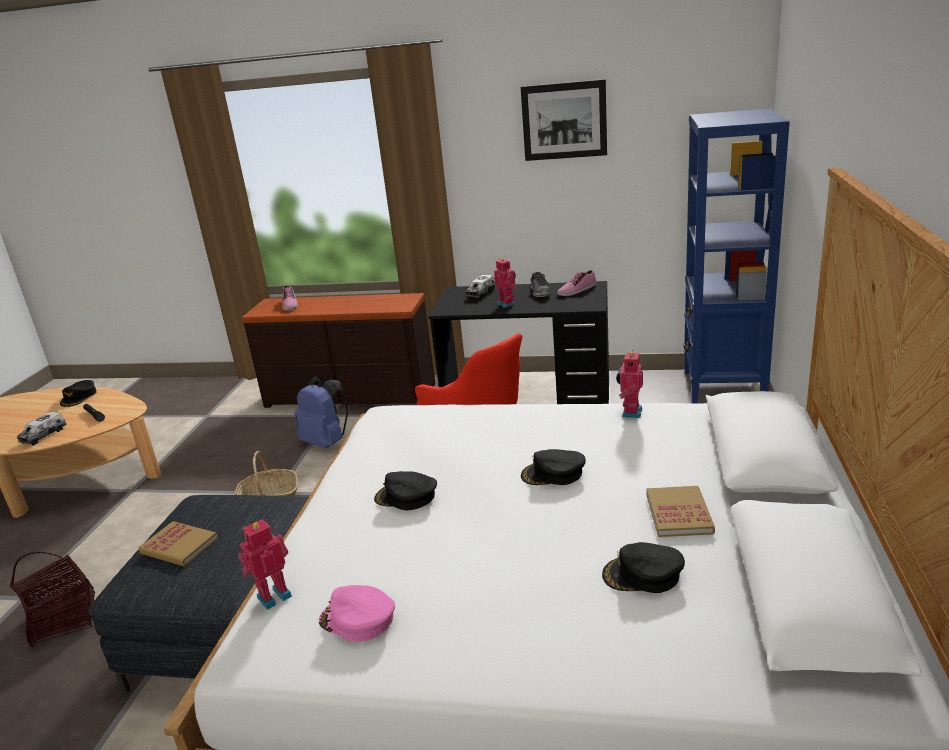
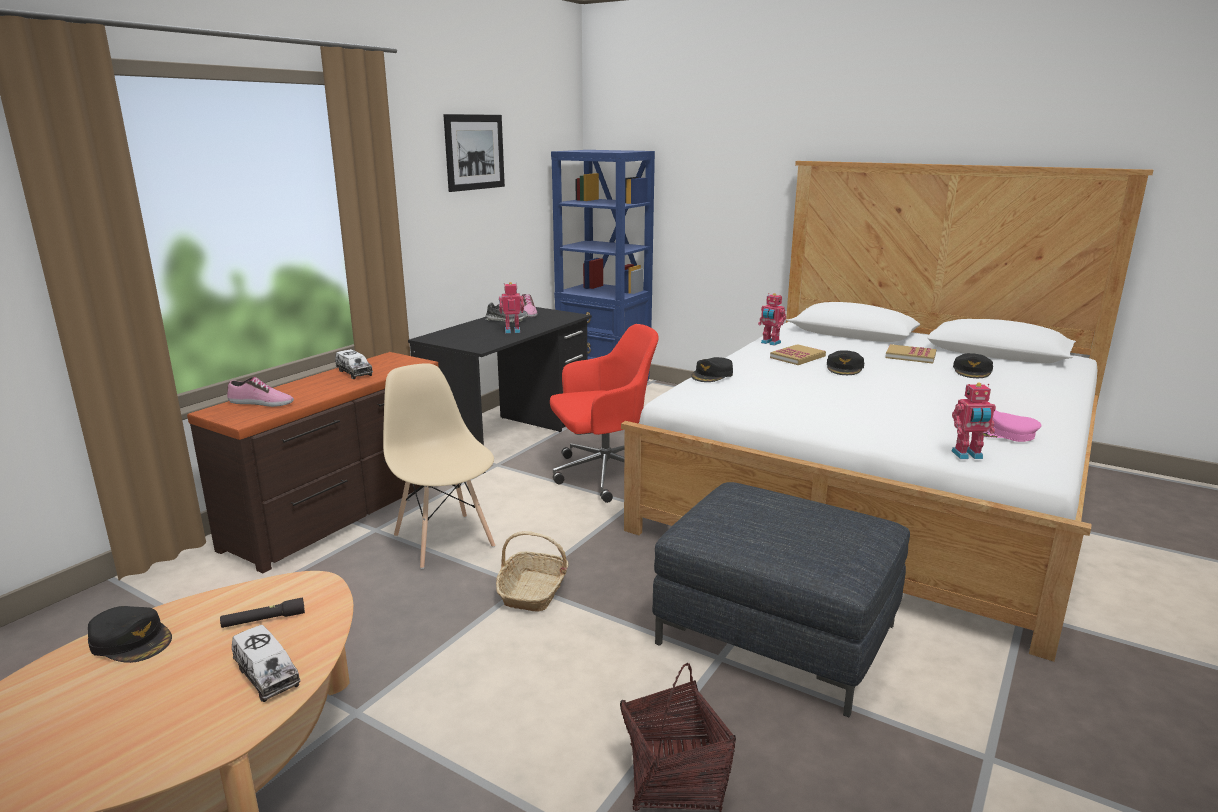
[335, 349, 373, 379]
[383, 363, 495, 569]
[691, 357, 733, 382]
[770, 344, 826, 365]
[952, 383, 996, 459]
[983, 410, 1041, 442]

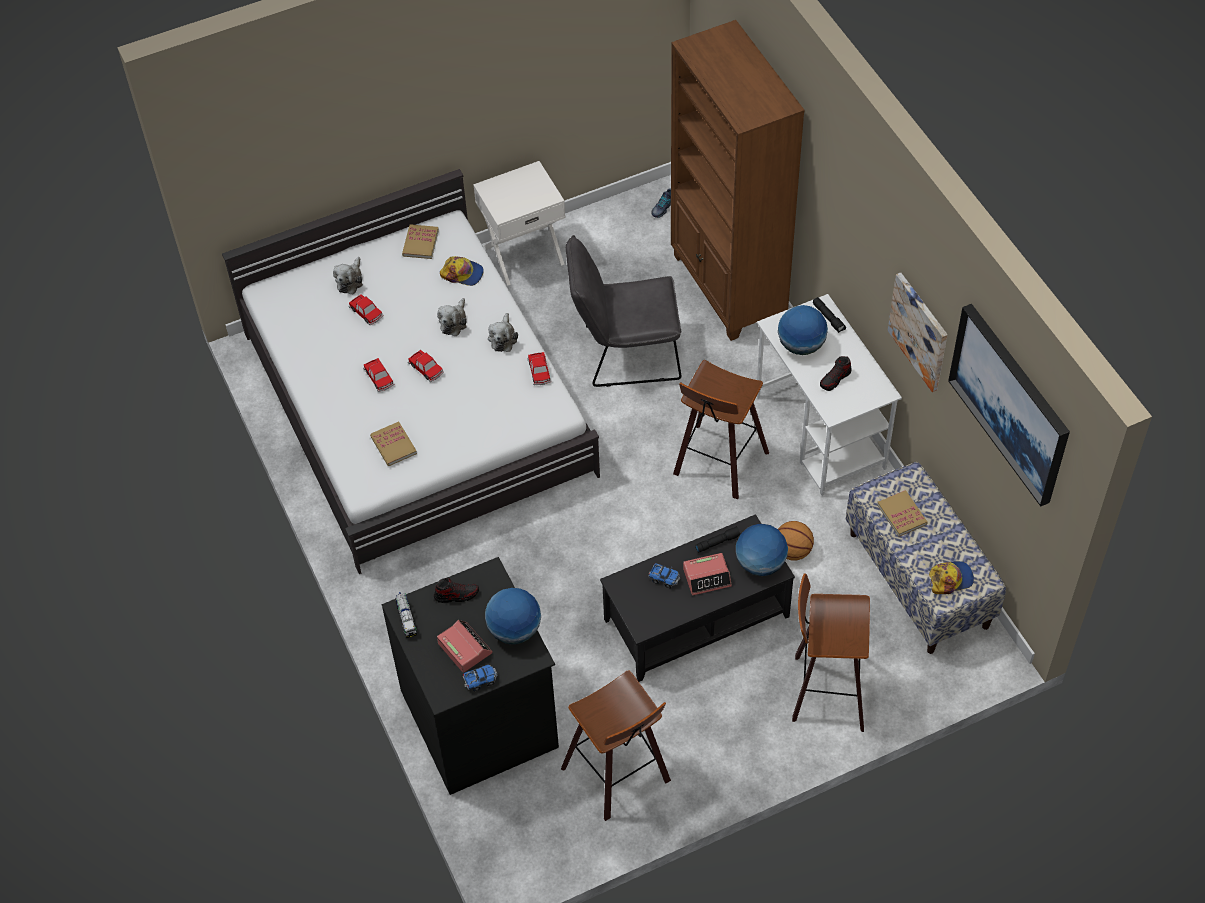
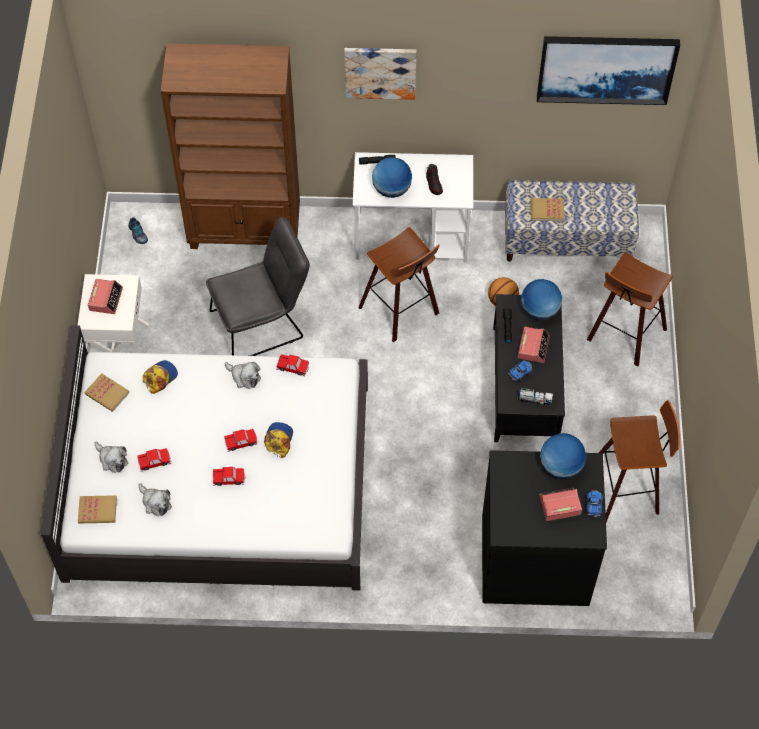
[78, 495, 117, 524]
[88, 279, 123, 314]
[138, 483, 172, 516]
[206, 216, 310, 356]
[264, 422, 293, 458]
[344, 48, 417, 100]
[517, 388, 554, 406]
[434, 578, 479, 603] (first image)

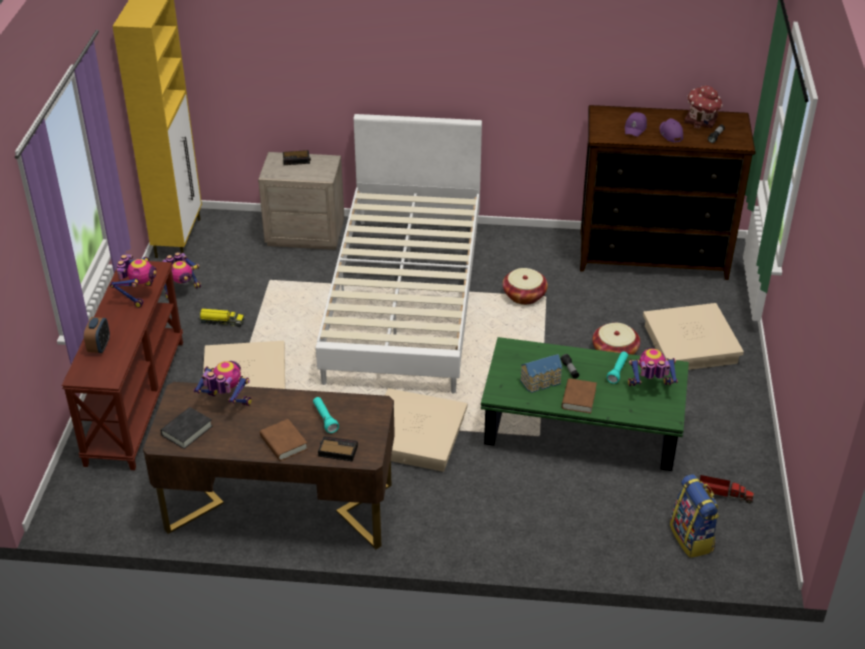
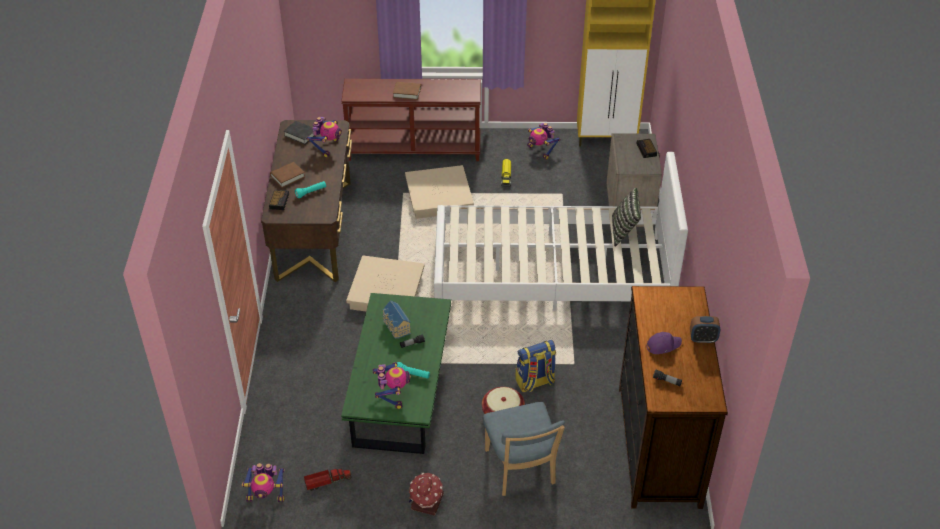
[242, 463, 285, 502]
[304, 467, 352, 491]
[393, 82, 421, 100]
[409, 473, 444, 515]
[483, 402, 565, 496]
[515, 340, 556, 392]
[612, 188, 641, 247]
[690, 316, 721, 343]
[503, 268, 548, 305] (first image)
[625, 112, 647, 137] (first image)

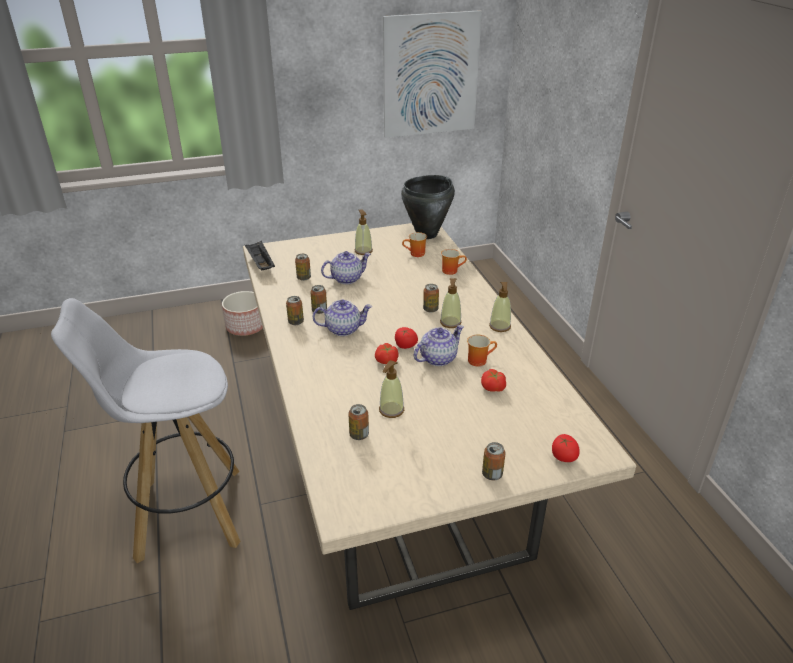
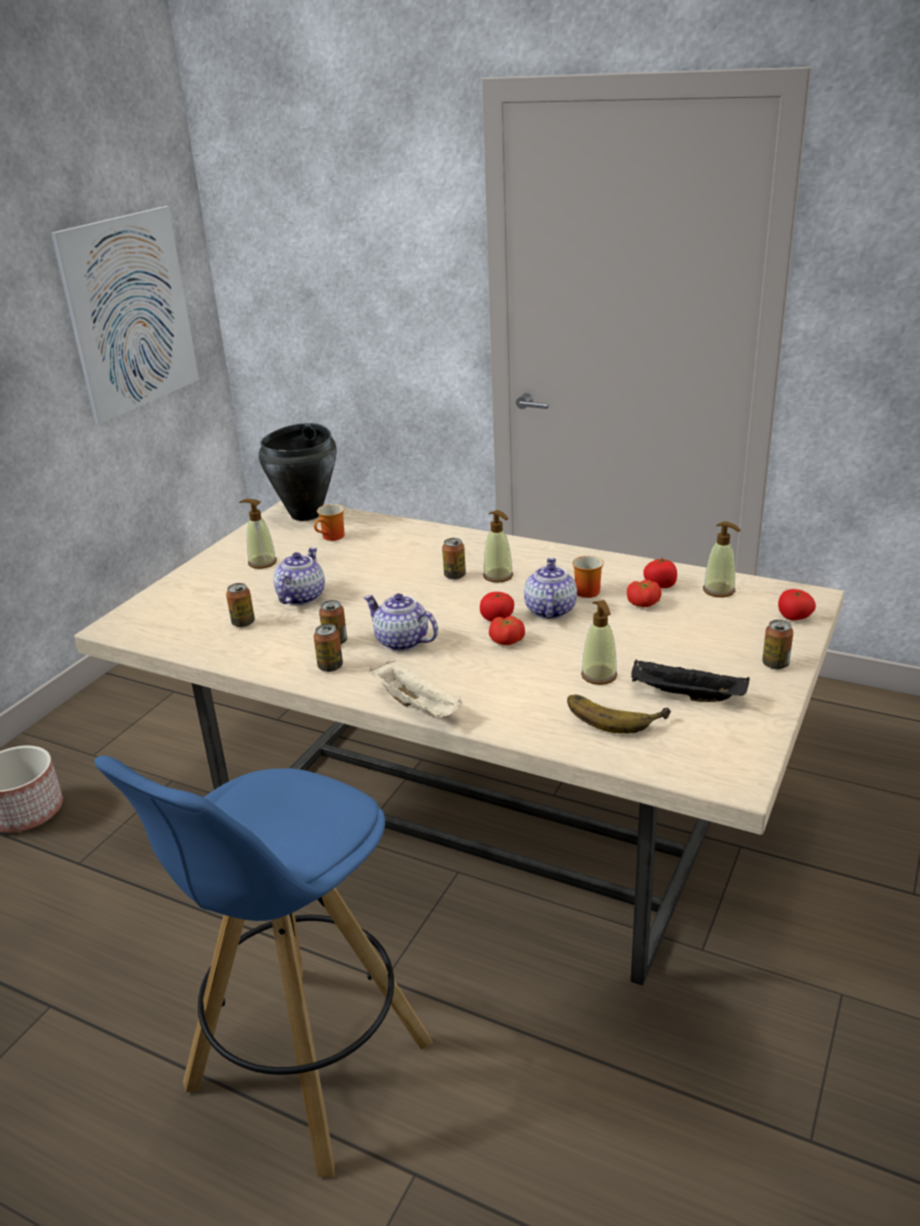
[94, 756, 433, 1177]
[364, 593, 438, 651]
[369, 661, 462, 718]
[567, 695, 671, 733]
[631, 659, 750, 702]
[643, 557, 677, 588]
[703, 522, 741, 597]
[441, 249, 467, 275] (first image)

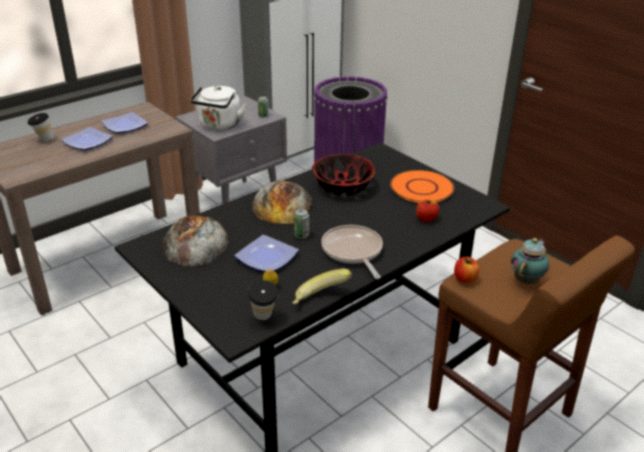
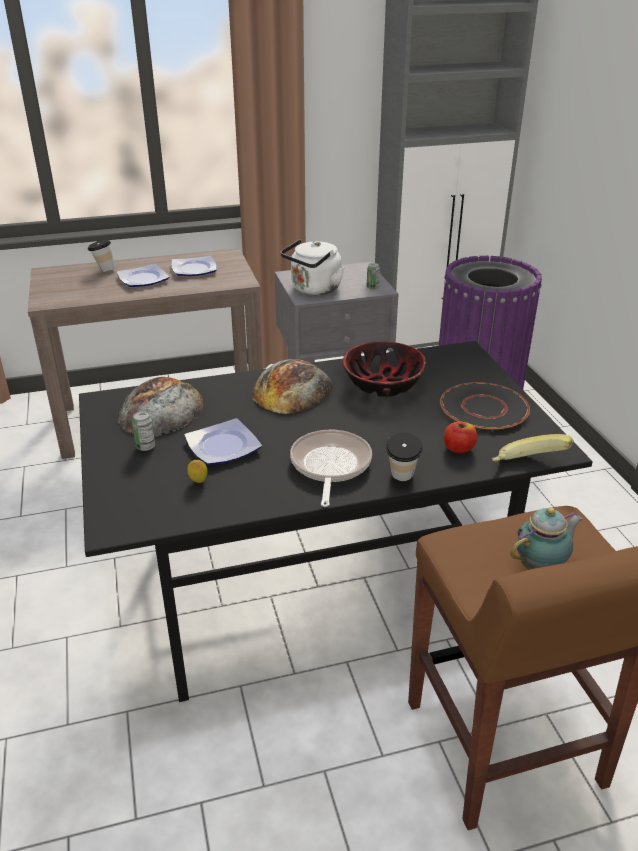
[132, 411, 156, 451]
[386, 433, 423, 481]
[440, 382, 530, 431]
[492, 434, 574, 462]
[454, 256, 479, 284] (first image)

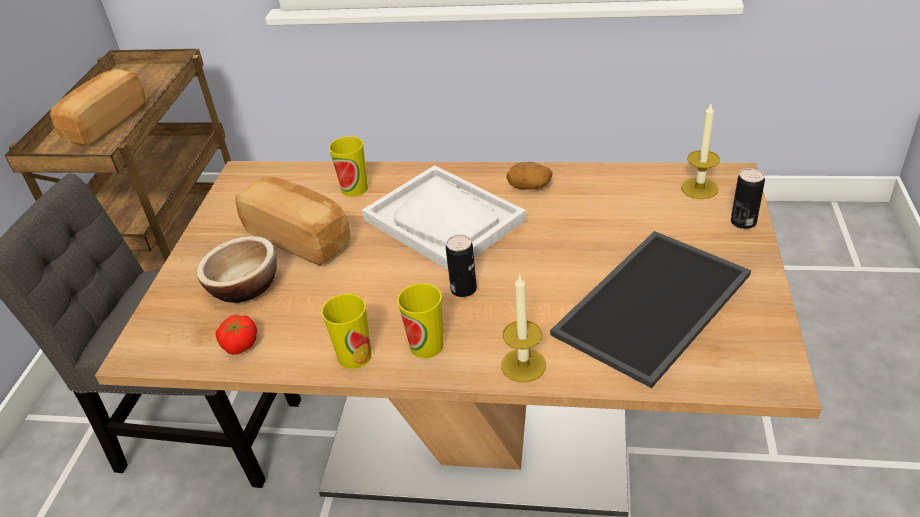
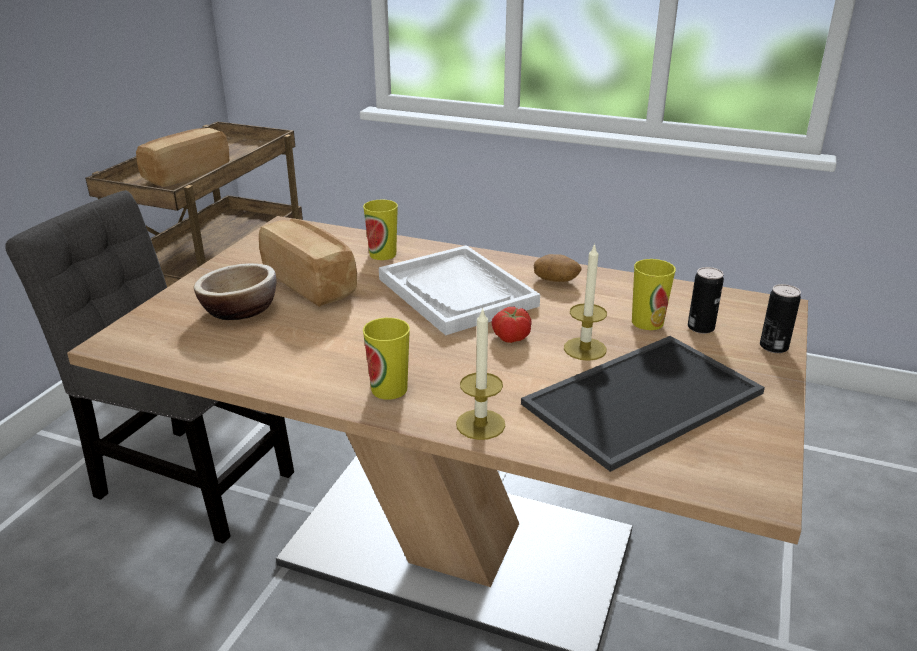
[491, 307, 532, 343]
[564, 243, 607, 361]
[632, 259, 676, 330]
[688, 267, 724, 334]

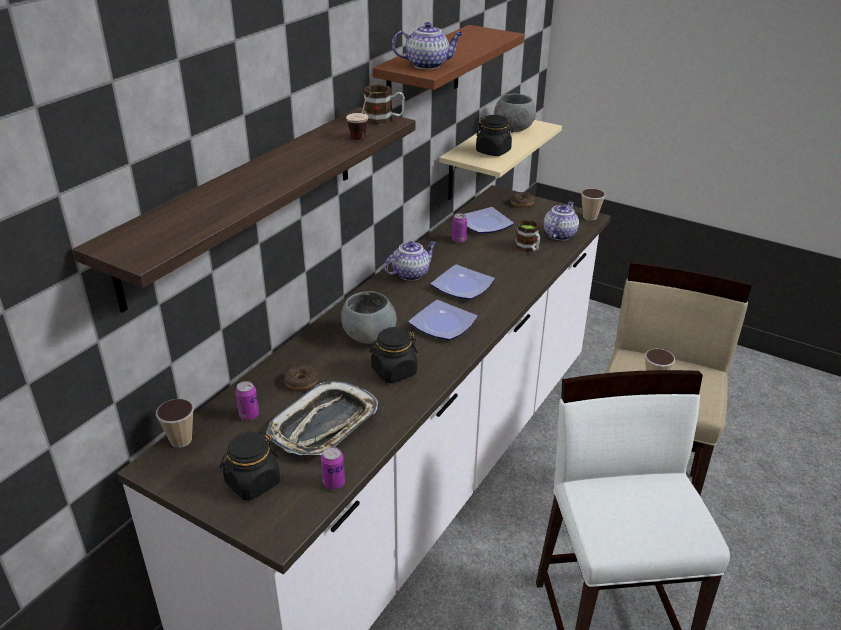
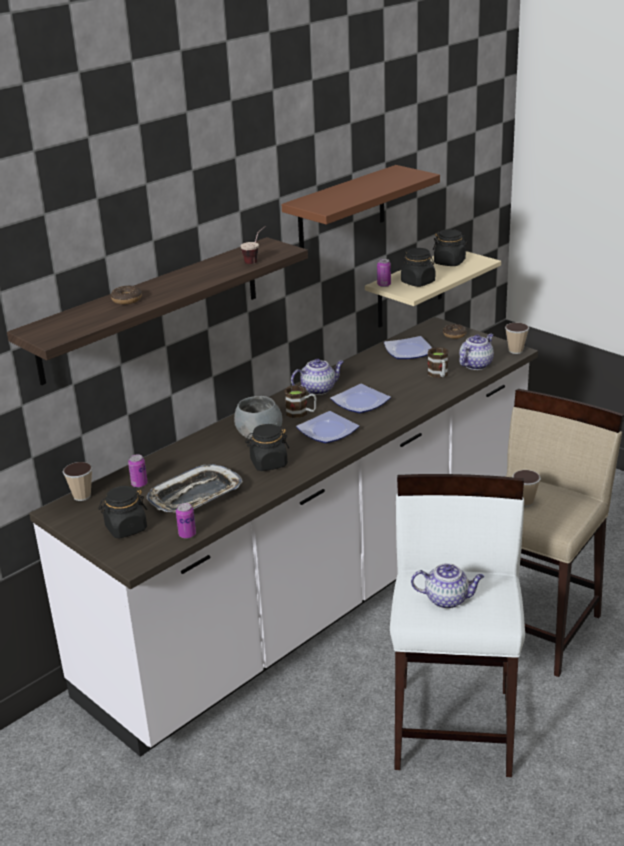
[111, 286, 142, 304]
[285, 385, 317, 418]
[377, 259, 391, 287]
[411, 563, 484, 609]
[433, 229, 468, 266]

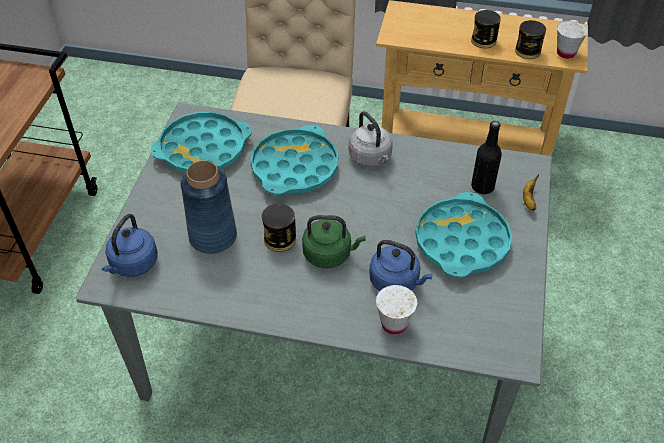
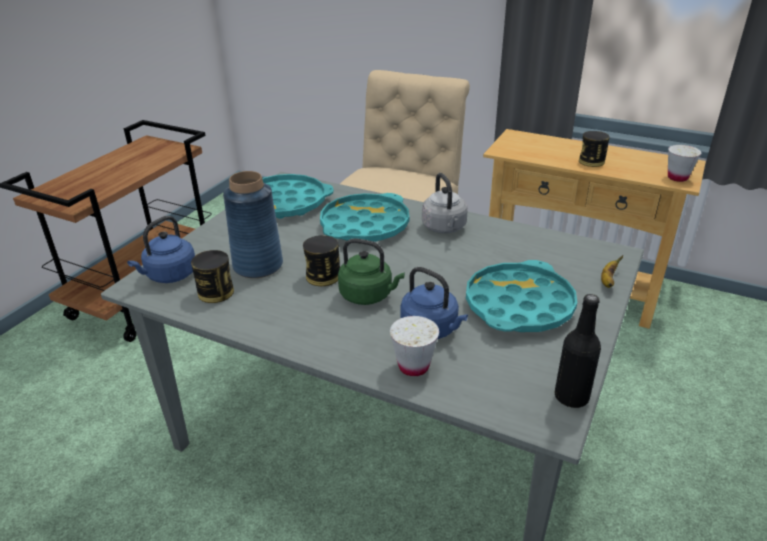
[191, 250, 234, 303]
[555, 294, 601, 408]

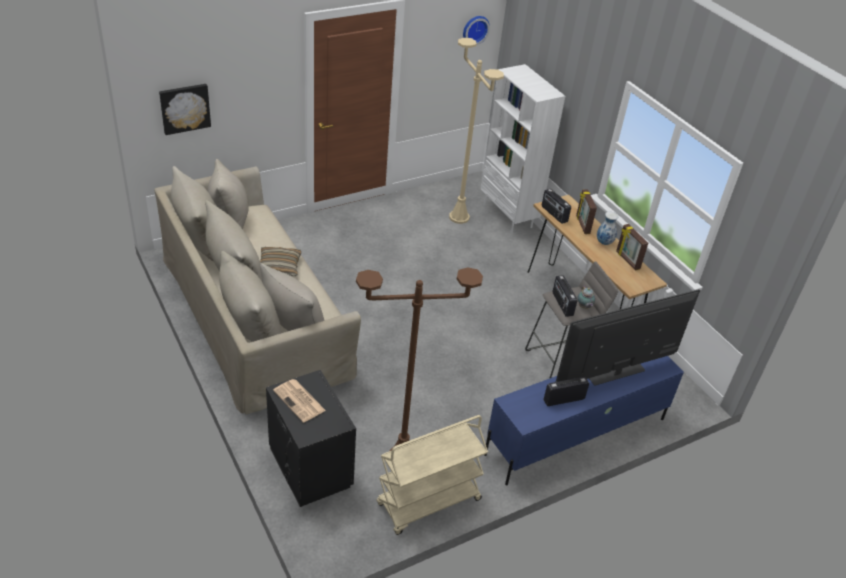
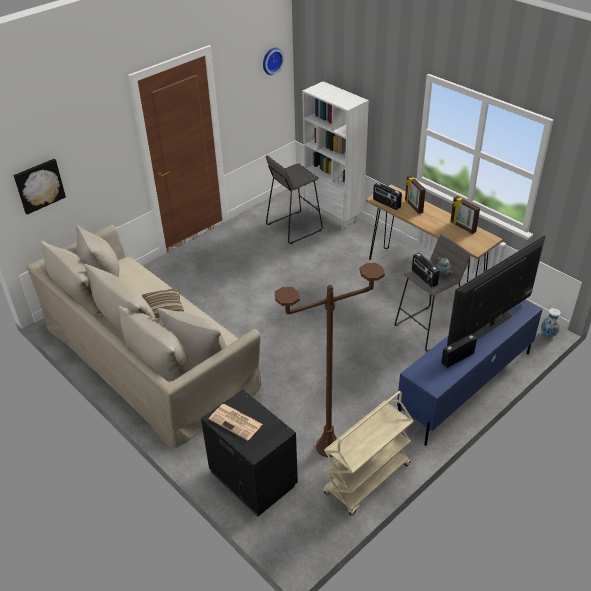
[266, 155, 323, 244]
[541, 308, 561, 337]

